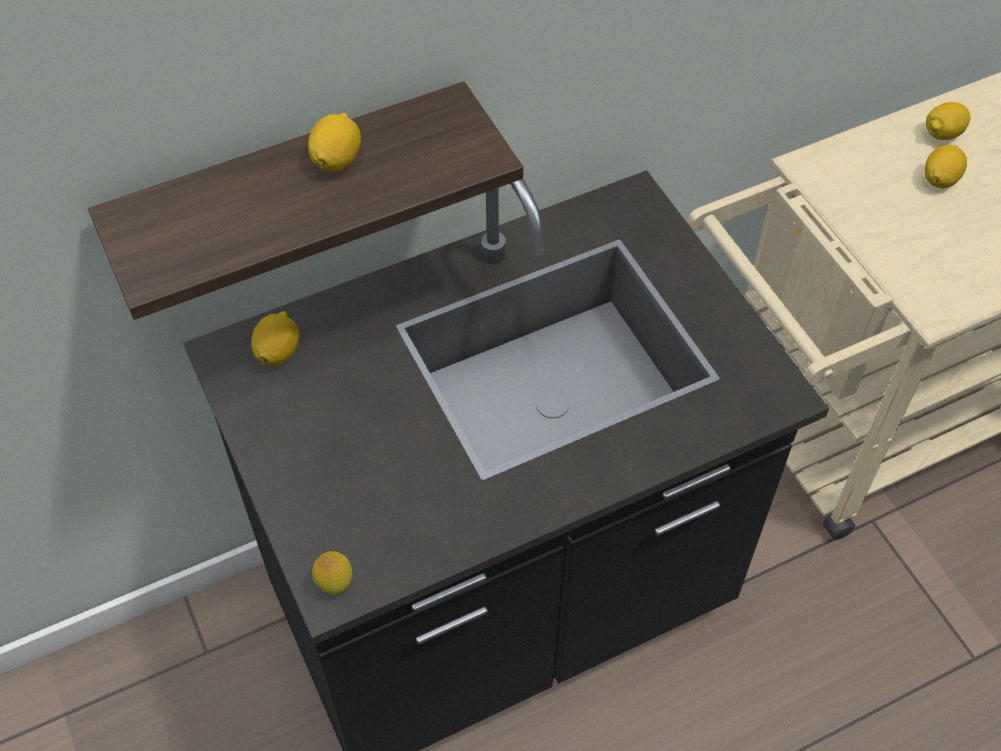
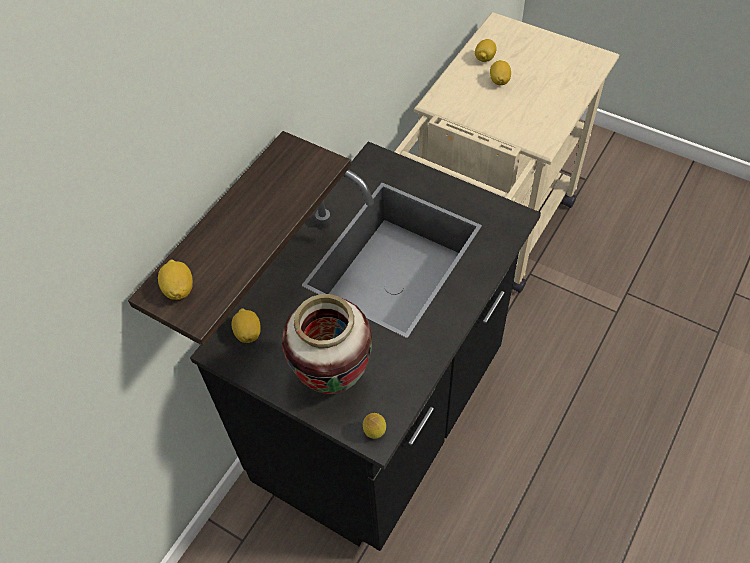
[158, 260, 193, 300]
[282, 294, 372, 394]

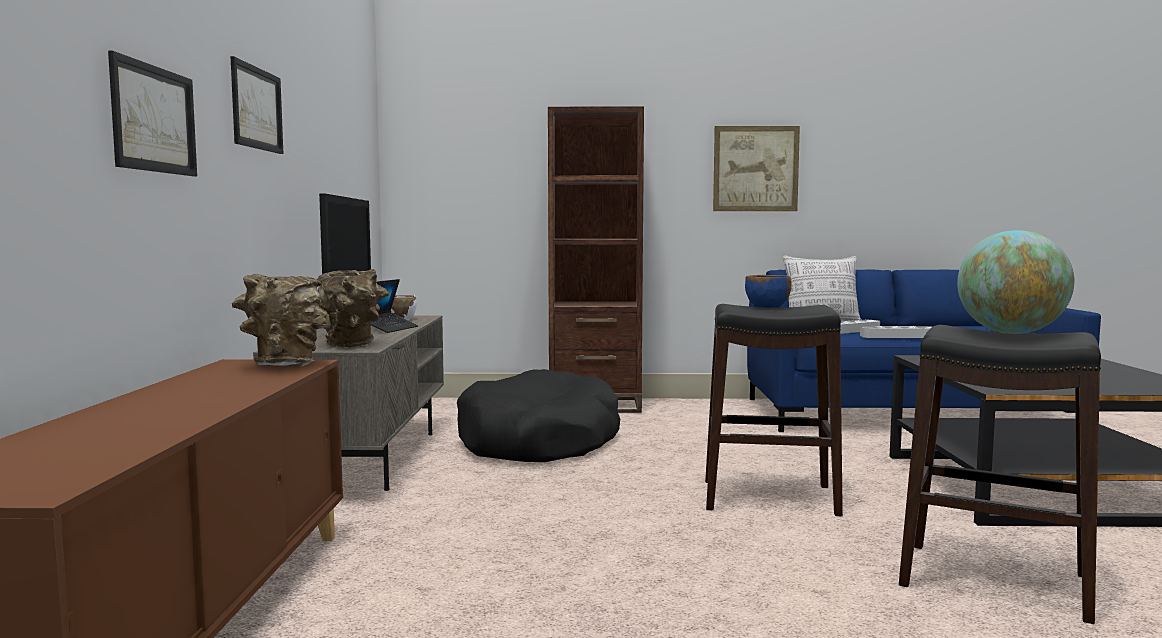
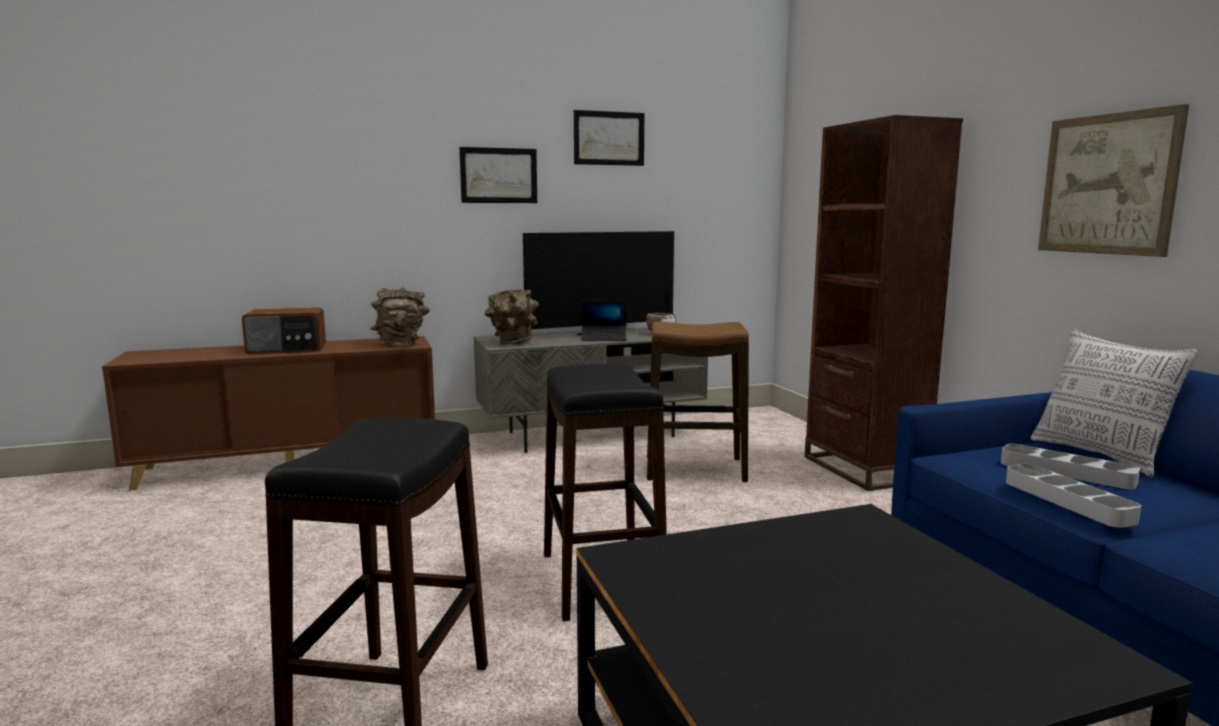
[242, 308, 326, 354]
[574, 110, 644, 166]
[647, 322, 749, 482]
[745, 275, 791, 308] (first image)
[957, 230, 1074, 334] (first image)

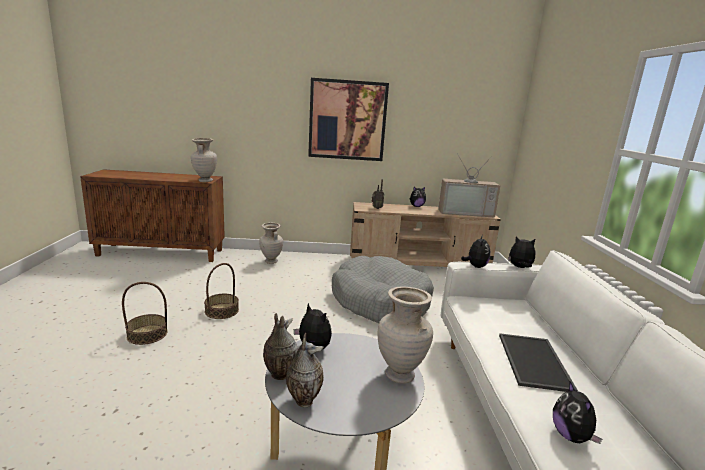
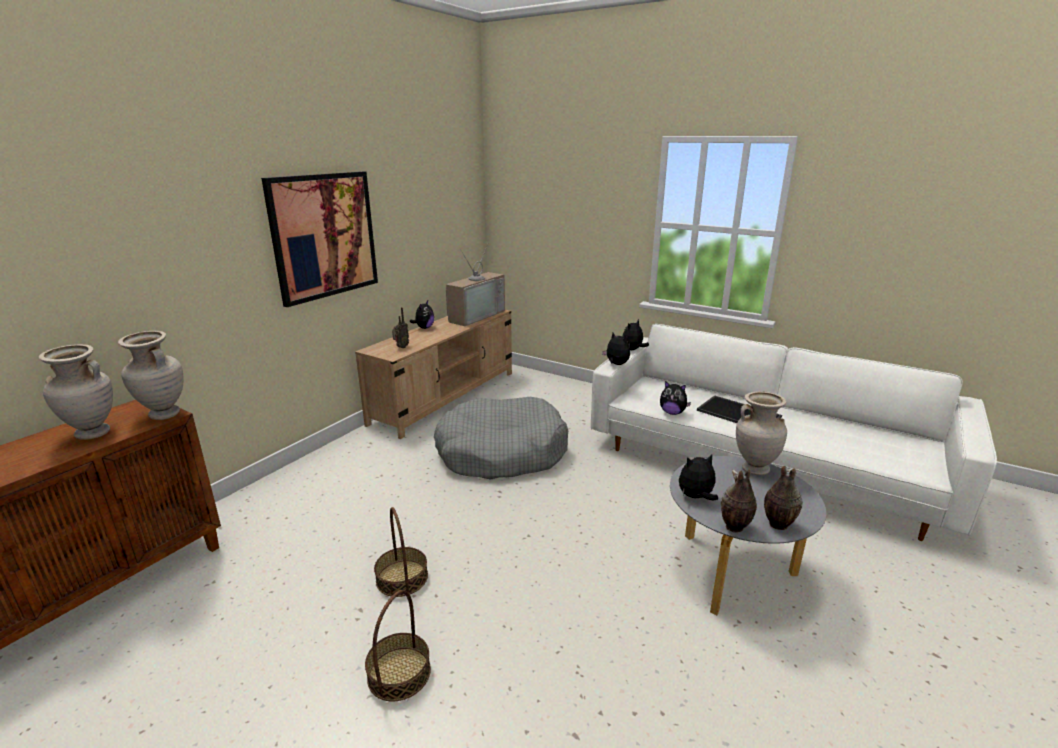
[39, 344, 113, 440]
[660, 381, 691, 415]

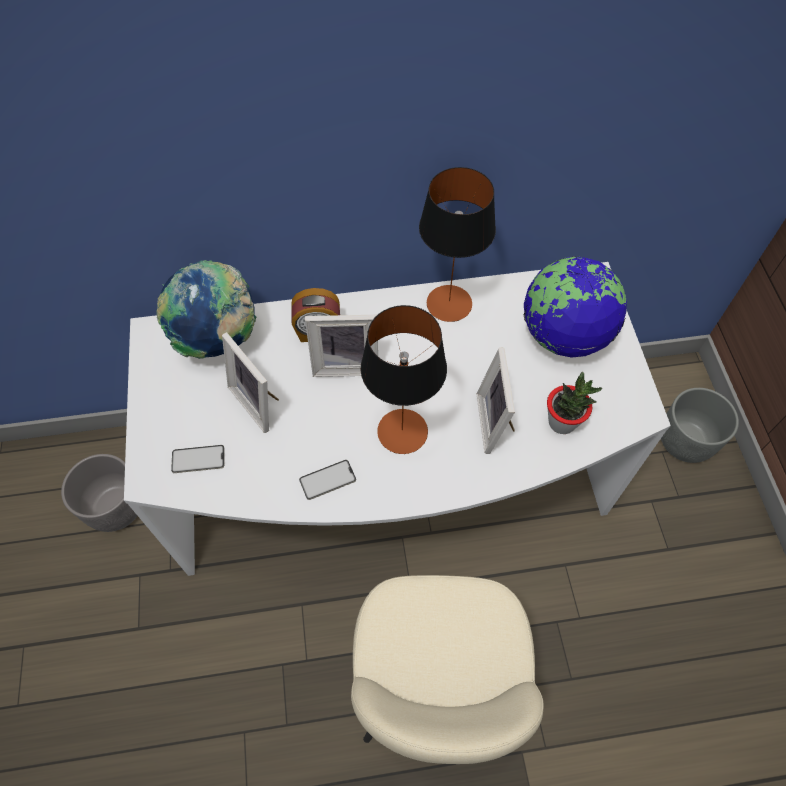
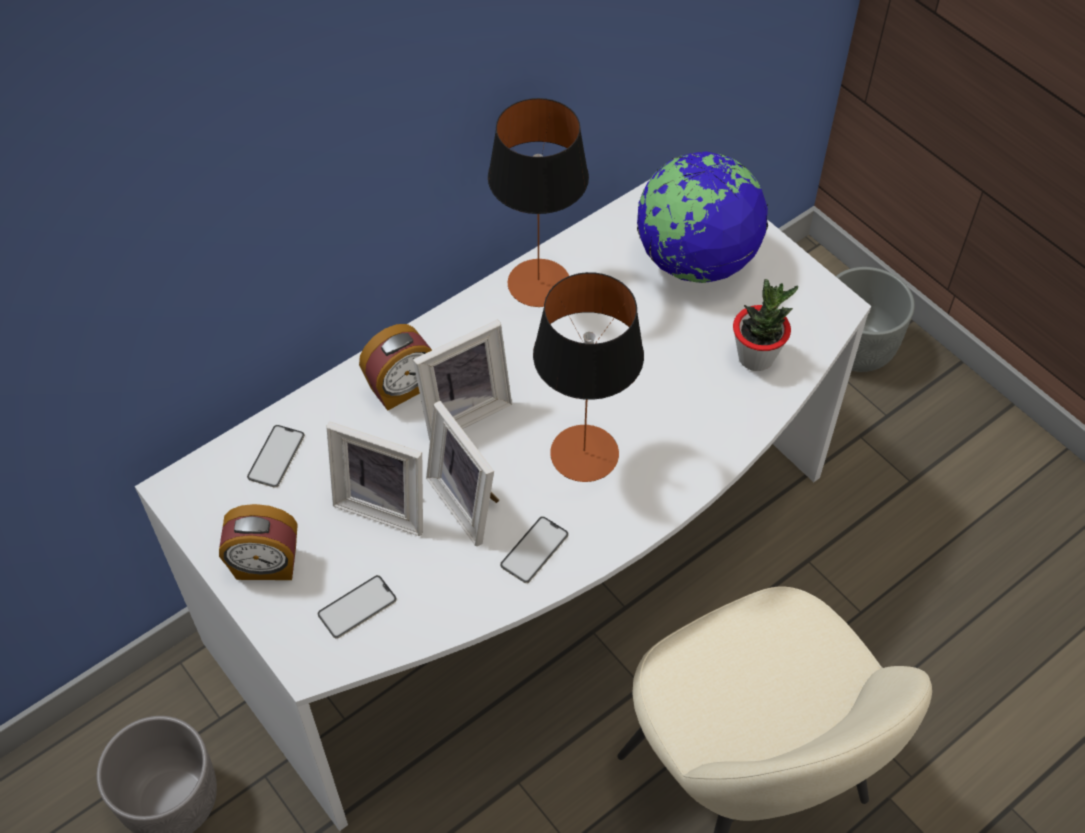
[219, 504, 298, 580]
[247, 425, 305, 488]
[426, 401, 499, 546]

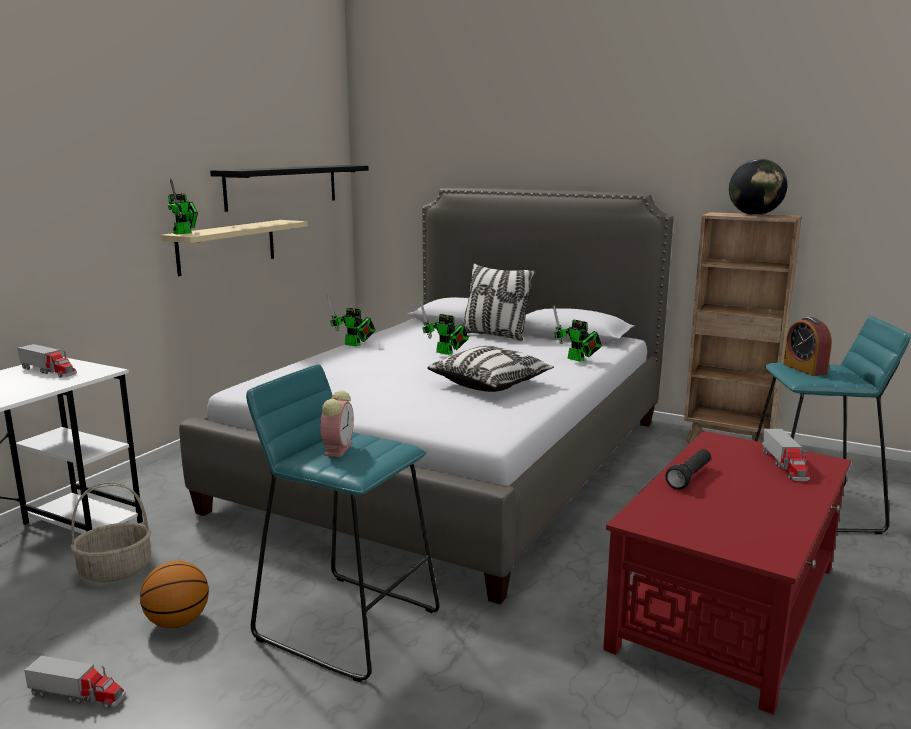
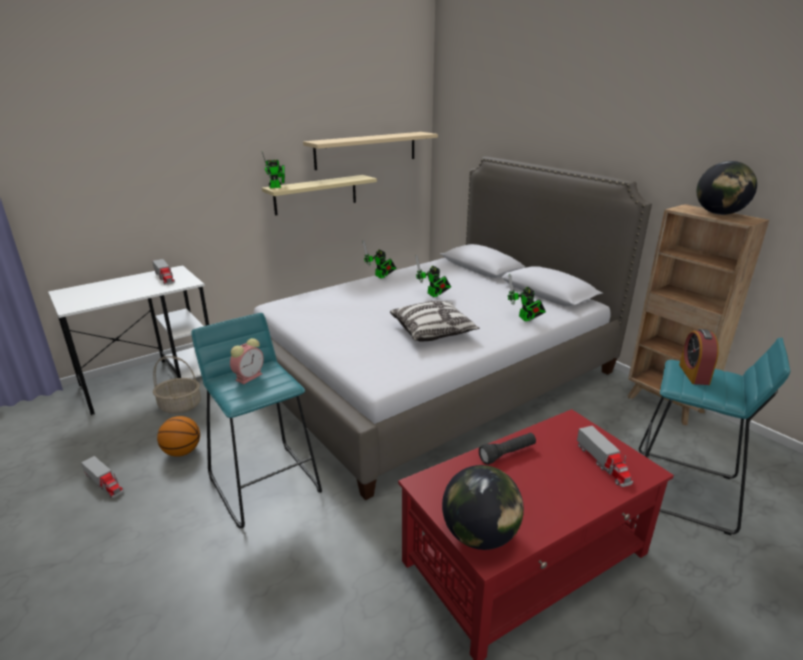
[303, 132, 438, 170]
[442, 465, 524, 550]
[577, 426, 633, 487]
[463, 263, 535, 341] (first image)

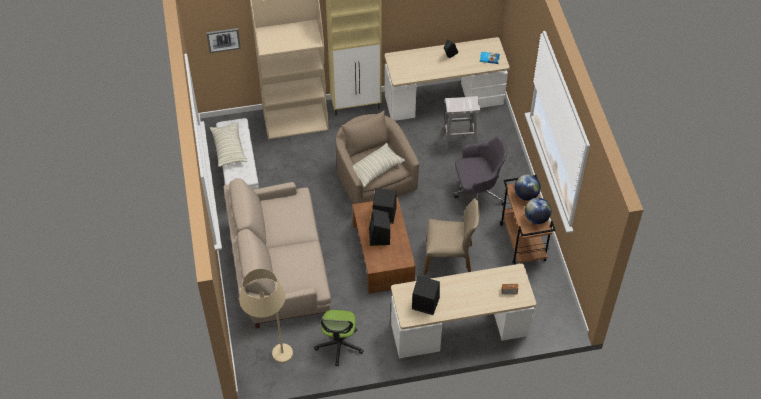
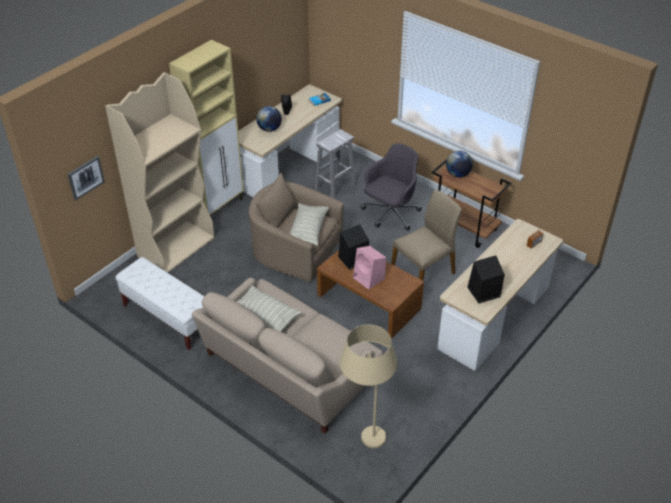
[236, 285, 302, 332]
[256, 106, 282, 132]
[353, 246, 386, 289]
[314, 310, 364, 366] (first image)

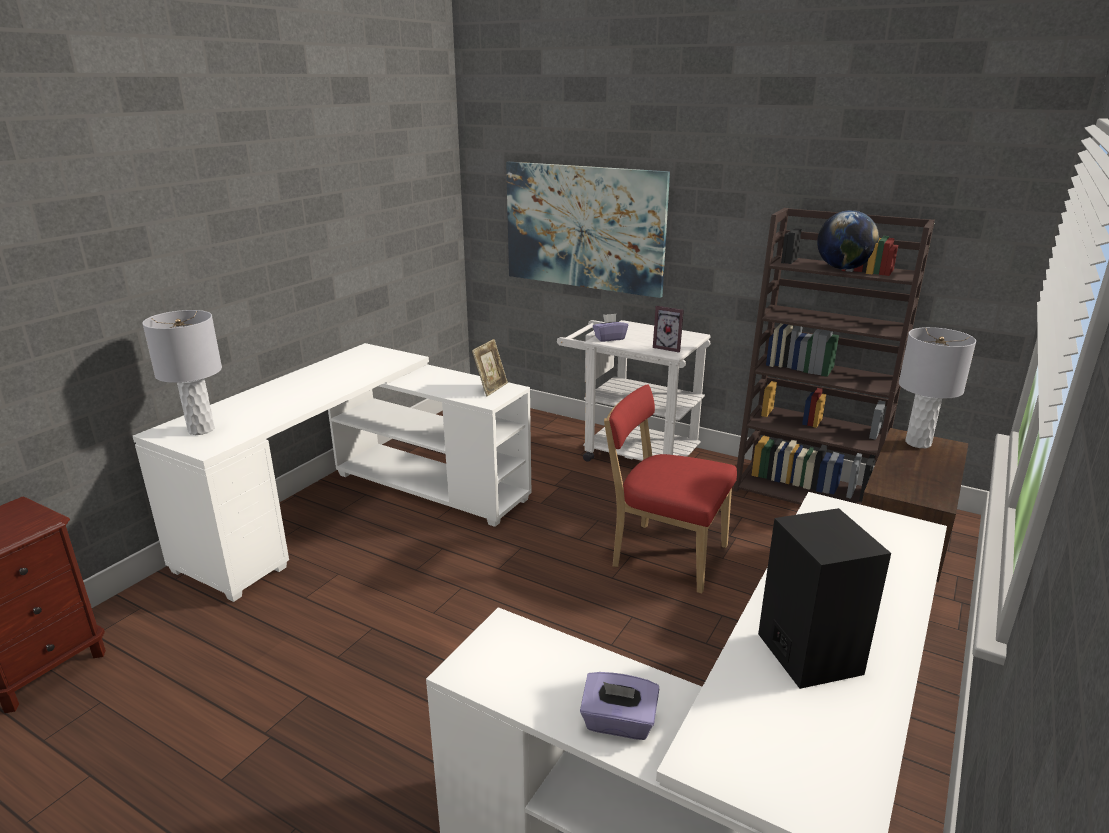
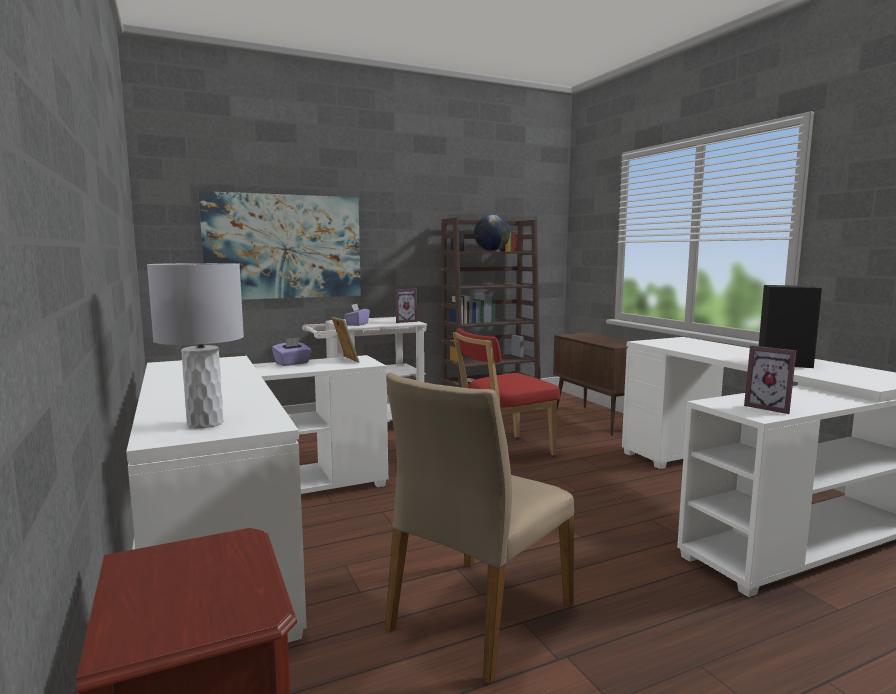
[272, 337, 312, 366]
[385, 373, 574, 685]
[744, 345, 796, 414]
[899, 327, 976, 448] (first image)

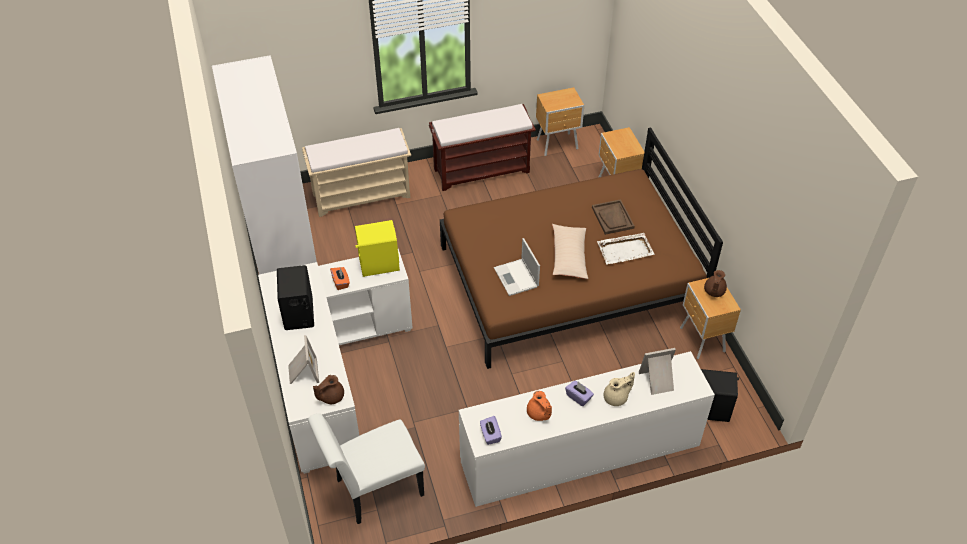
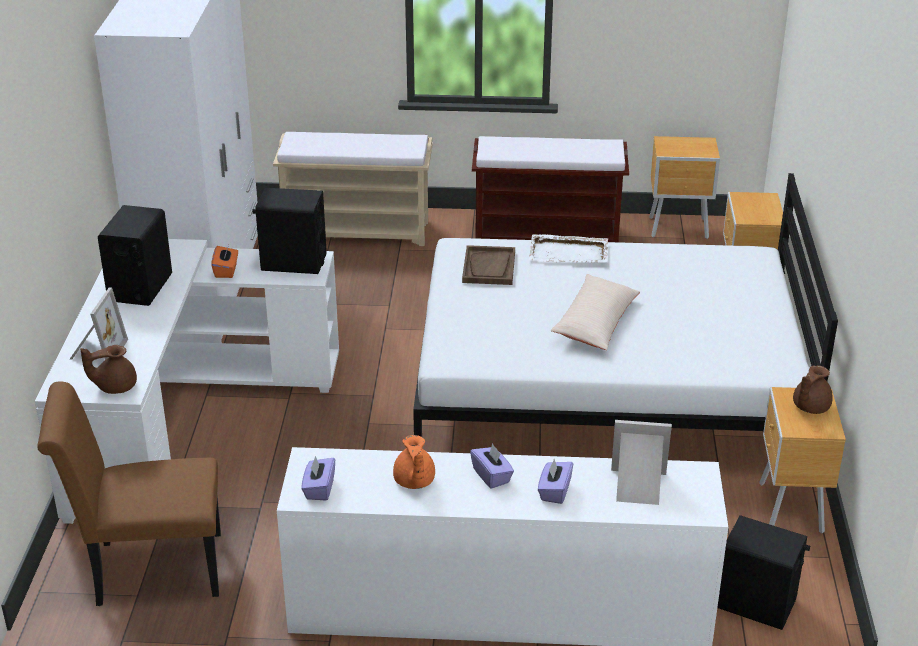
[37, 381, 221, 606]
[252, 188, 327, 274]
[413, 173, 838, 437]
[462, 245, 515, 285]
[528, 234, 609, 263]
[538, 459, 573, 504]
[494, 238, 540, 296] (first image)

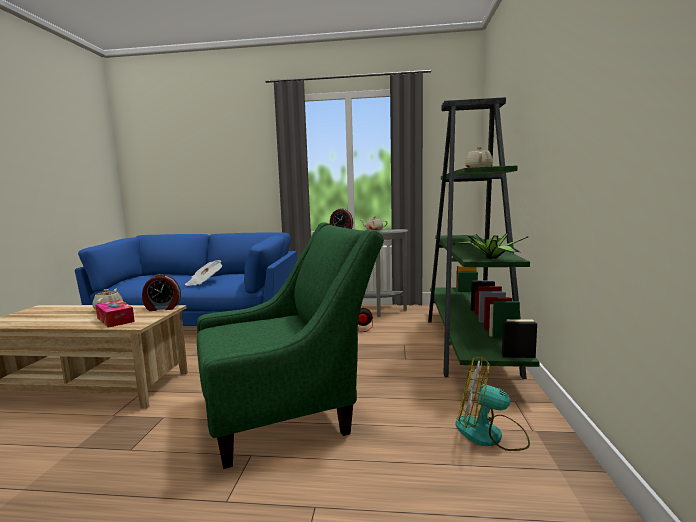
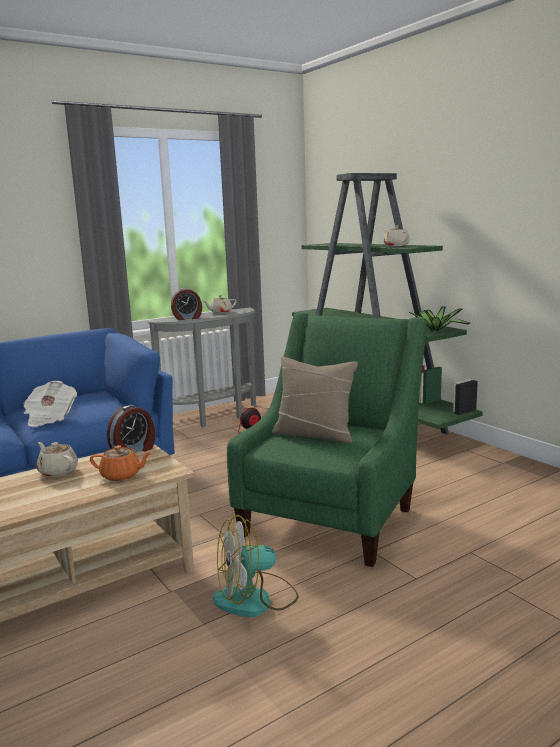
[90, 445, 152, 481]
[213, 515, 299, 617]
[272, 357, 358, 443]

